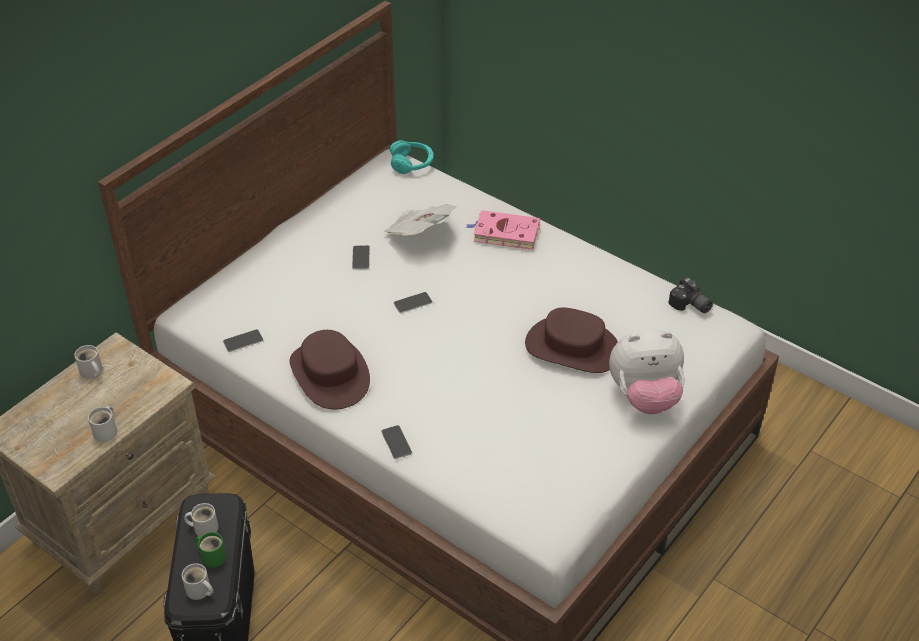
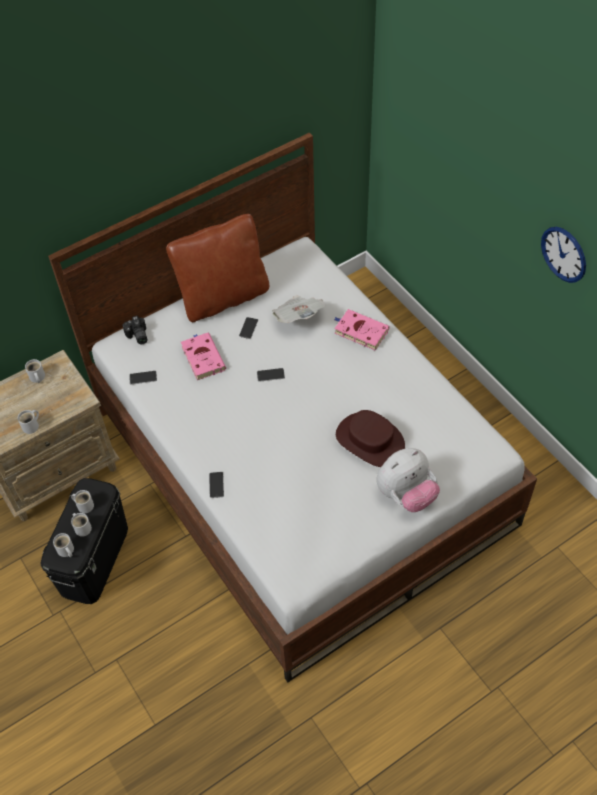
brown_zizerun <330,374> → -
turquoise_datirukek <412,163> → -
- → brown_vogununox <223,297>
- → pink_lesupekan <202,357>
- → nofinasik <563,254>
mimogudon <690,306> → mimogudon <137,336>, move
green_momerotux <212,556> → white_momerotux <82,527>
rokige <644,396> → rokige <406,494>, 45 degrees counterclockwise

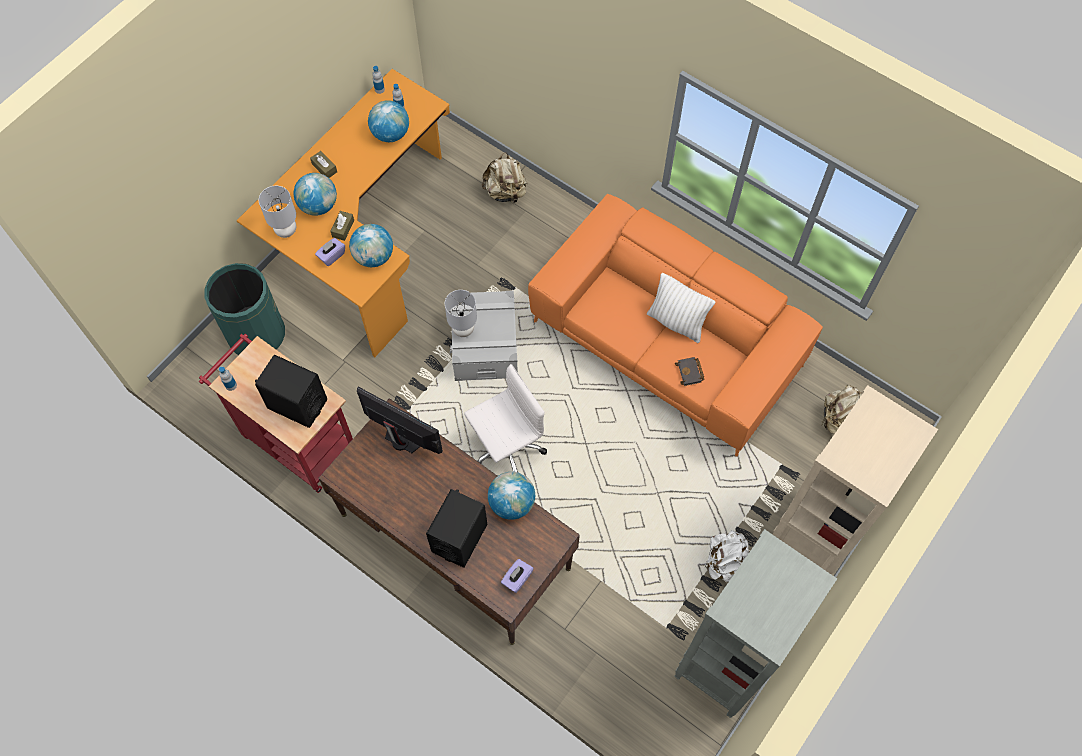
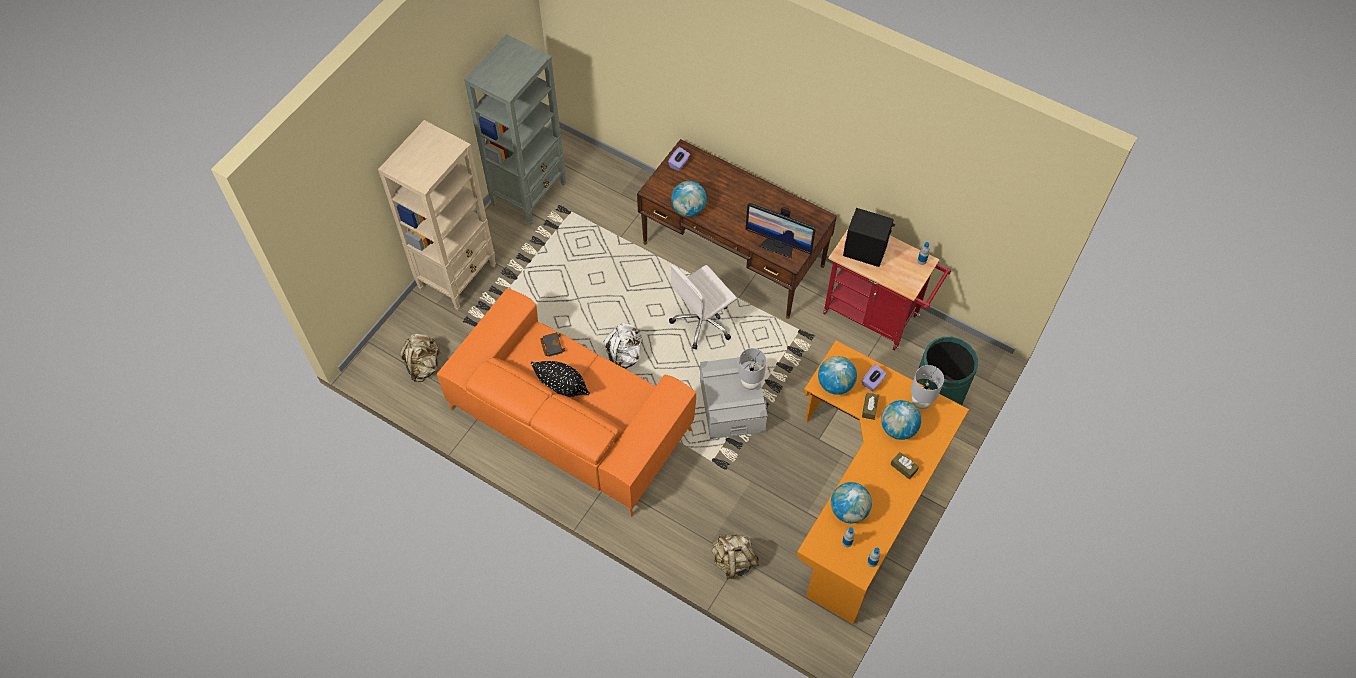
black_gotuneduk <459,538> → -
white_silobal <726,562> → white_silobal <625,355>, move
white_vogununox <676,322> → black_vogununox <562,389>

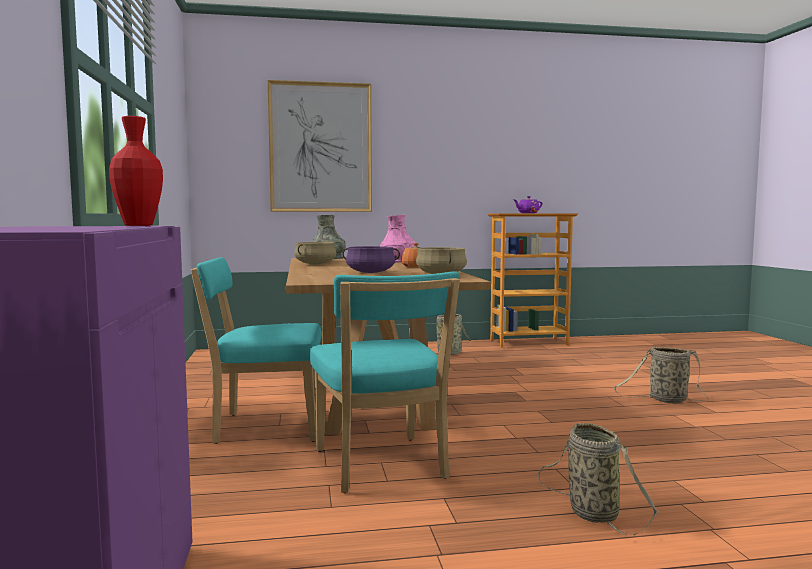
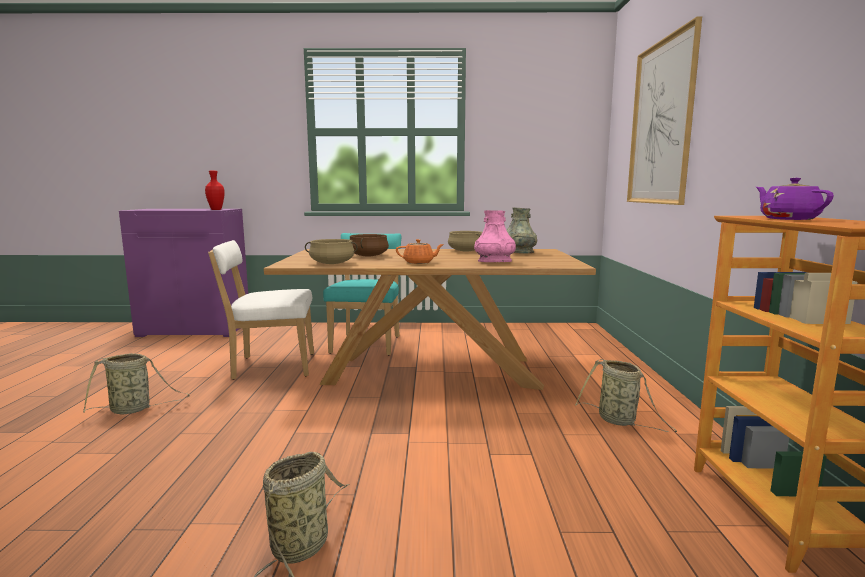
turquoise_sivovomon <381,467> → white_sivovomon <270,366>
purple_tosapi <370,272> → brown_tosapi <369,256>

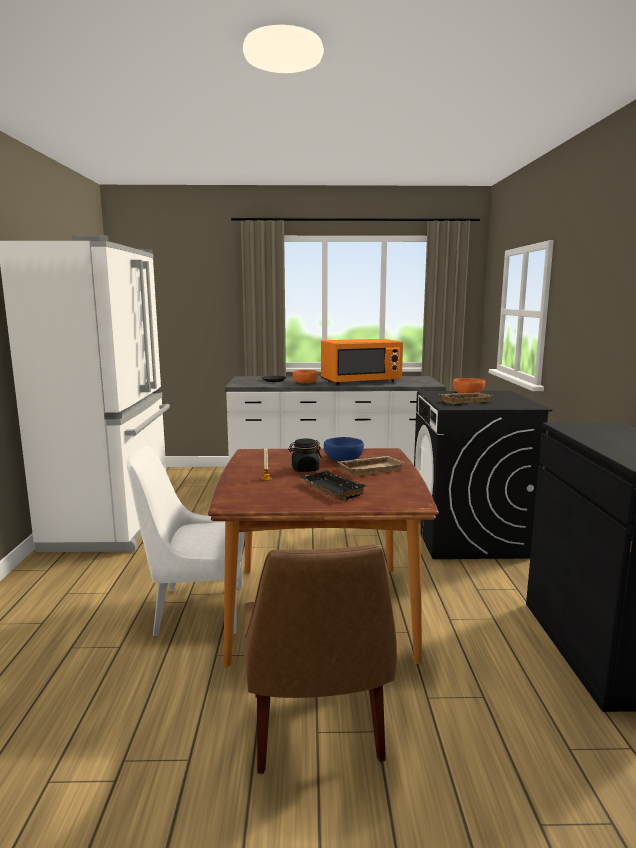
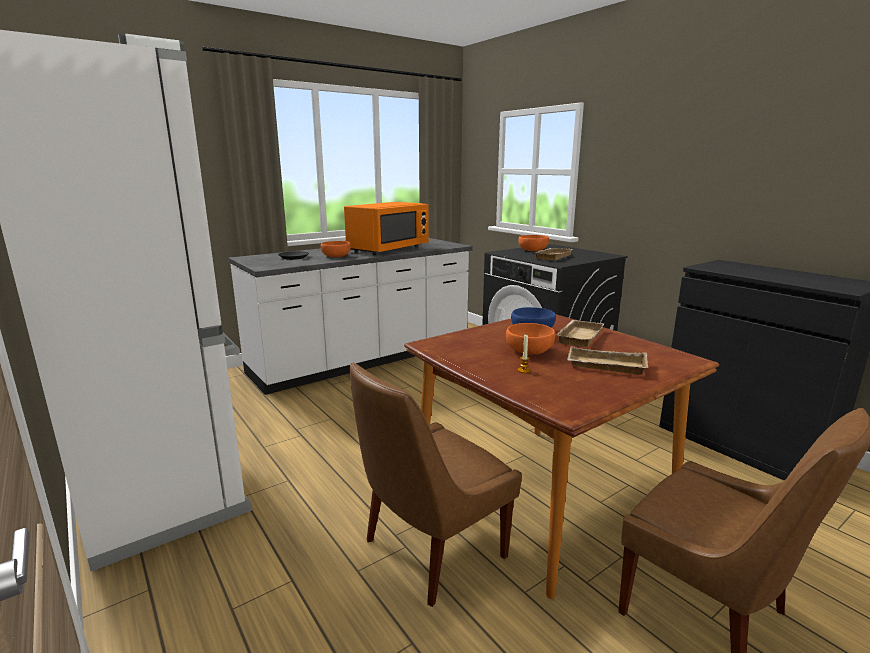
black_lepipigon <305,469> → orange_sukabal <529,350>
white_sivovomon <196,610> → brown_sivovomon <430,551>
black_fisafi <330,490> → beige_fisafi <604,366>

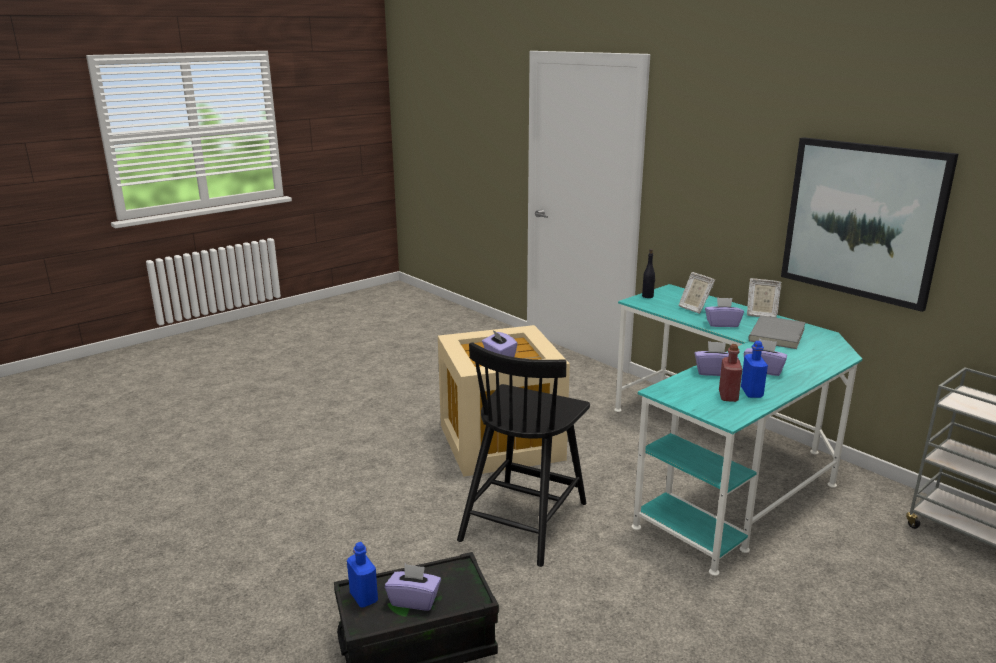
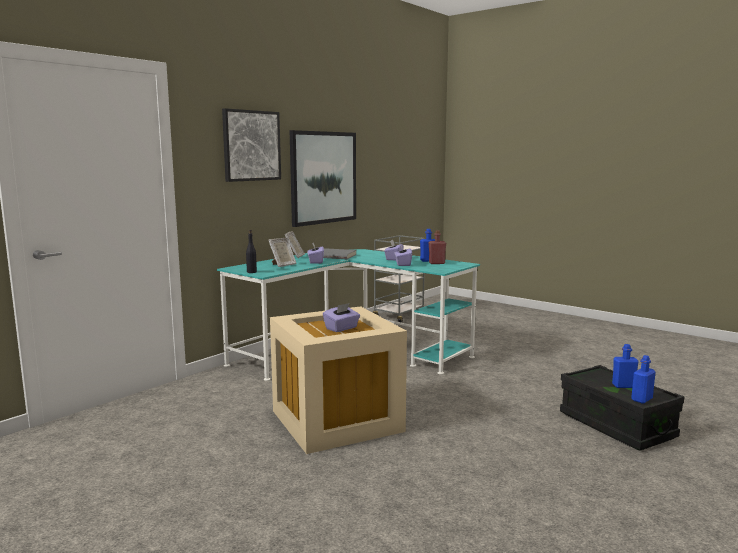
black_sivovomon <524,519> → -
- → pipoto <251,145>
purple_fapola <414,600> → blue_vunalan <623,386>

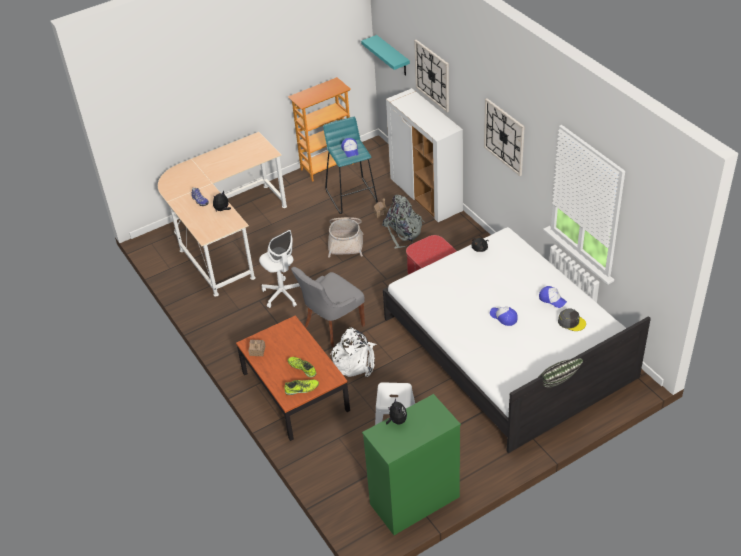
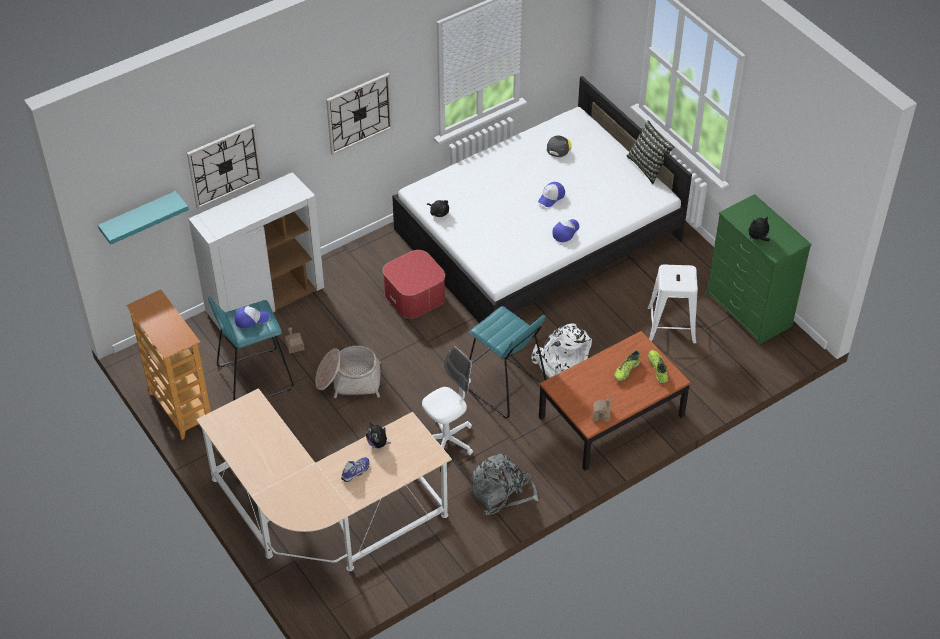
grey_silobal <403,232> → grey_silobal <502,492>, move
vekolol <552,299> → vekolol <565,231>, move
grey_sivovomon <332,326> → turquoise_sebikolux <505,387>

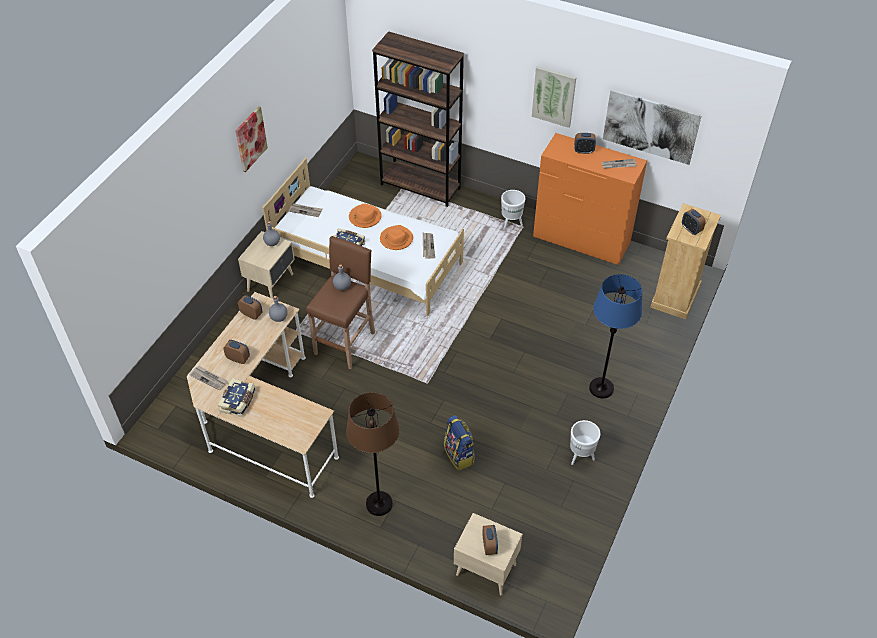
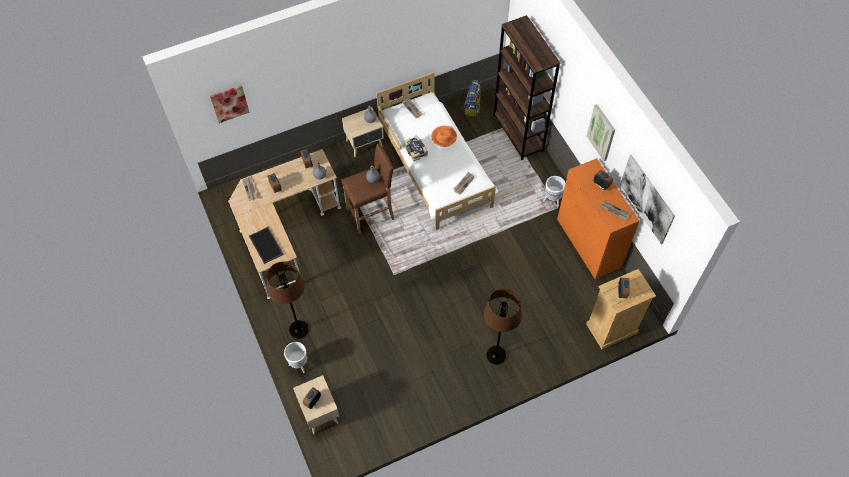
lesupekan <239,401> → -
orange_zizerun <396,239> → -
- → fisafi <267,245>
pipoto <250,139> → pipoto <229,103>, move
silobal <459,455> → silobal <472,108>, move
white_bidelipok <581,457> → white_bidelipok <299,365>, move
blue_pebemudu <601,388> → brown_pebemudu <496,355>

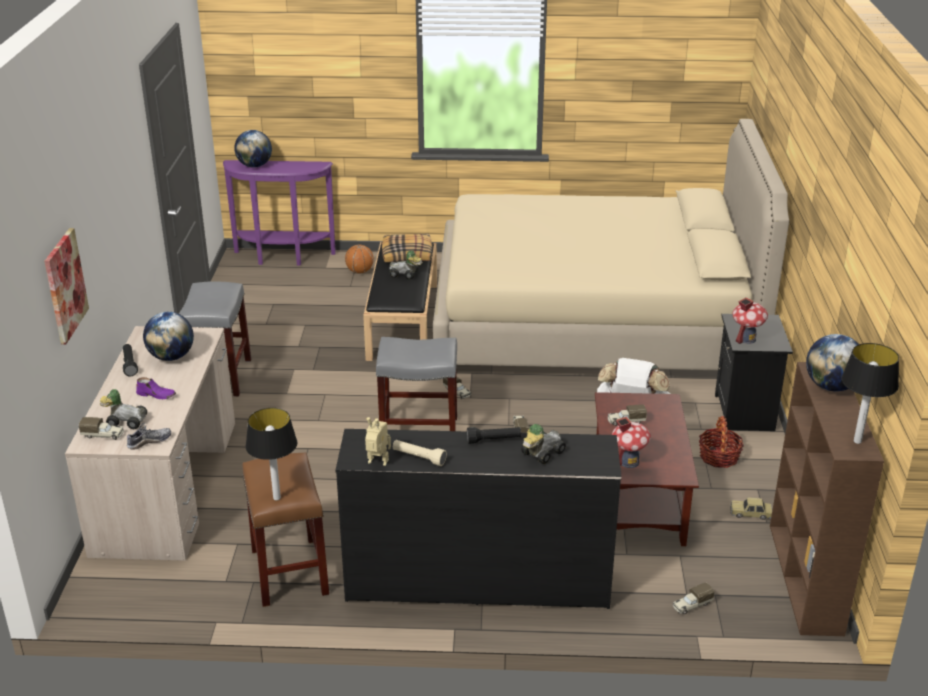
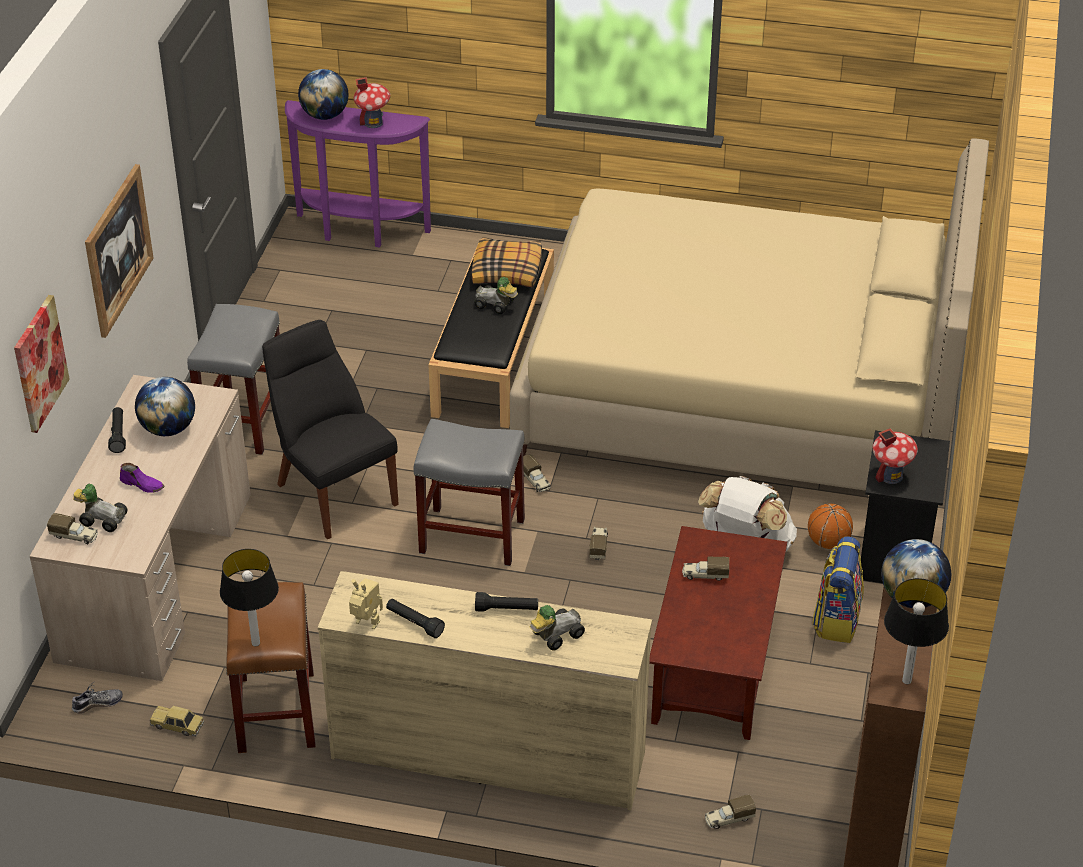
- → pipoto <118,250>
- → black_sivovomon <333,491>
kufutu <149,441> → kufutu <97,704>, move
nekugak <360,272> → nekugak <828,542>, move
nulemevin <628,461> → nulemevin <373,122>, move
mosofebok <751,514> → mosofebok <177,725>, move
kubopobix <718,457> → silobal <836,619>
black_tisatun <477,582> → beige_tisatun <487,754>
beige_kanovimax <419,458> → black_kanovimax <414,623>

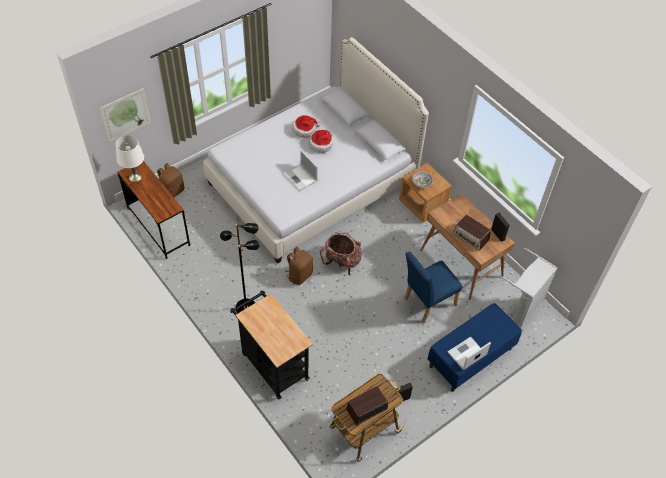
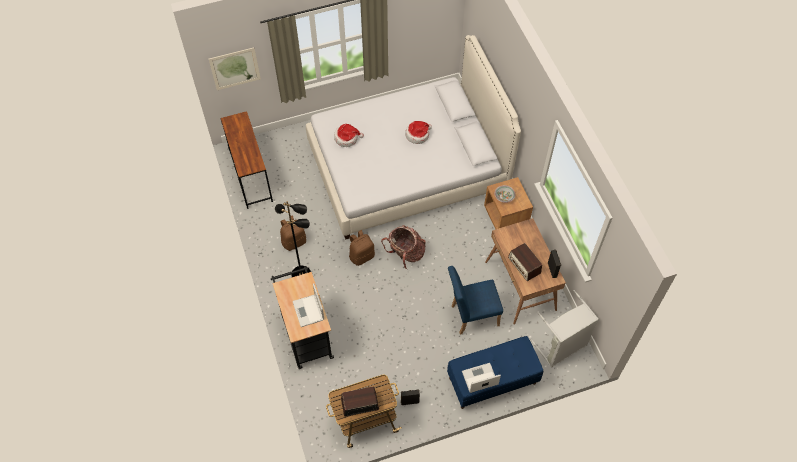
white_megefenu <135,177> → -
brown_silobal <172,191> → brown_silobal <294,241>, move
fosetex <301,178> → fosetex <308,311>, move
zizerun <305,130> → zizerun <347,138>, move

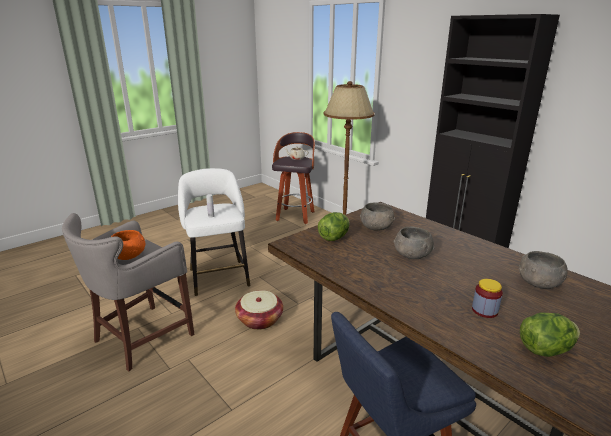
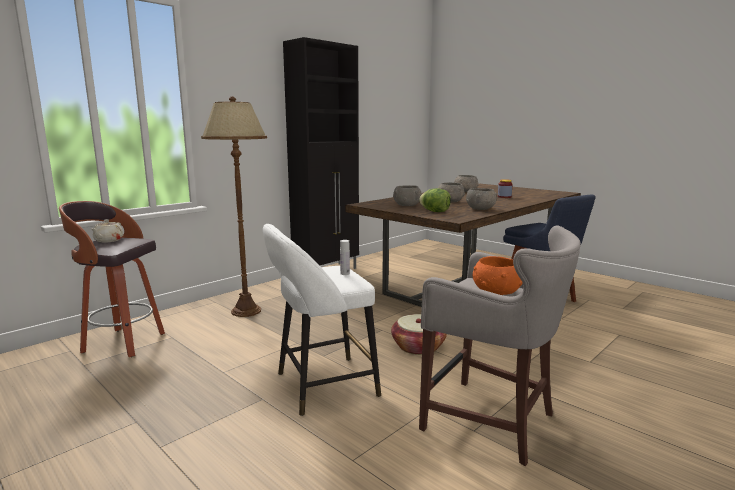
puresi <545,349> → -
- → grey_sukabal <481,209>

